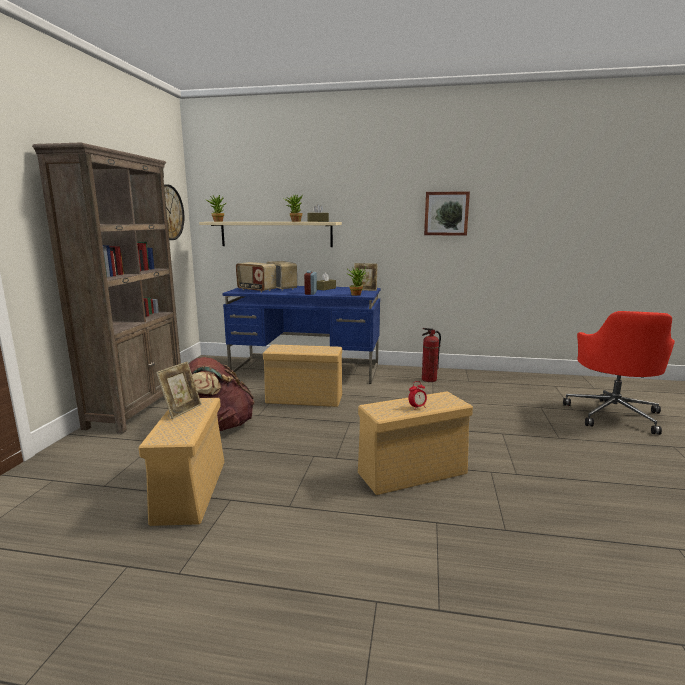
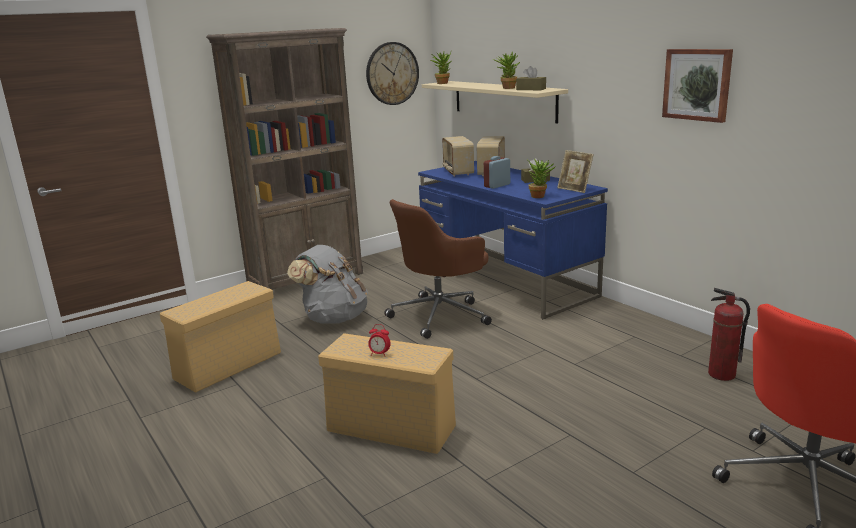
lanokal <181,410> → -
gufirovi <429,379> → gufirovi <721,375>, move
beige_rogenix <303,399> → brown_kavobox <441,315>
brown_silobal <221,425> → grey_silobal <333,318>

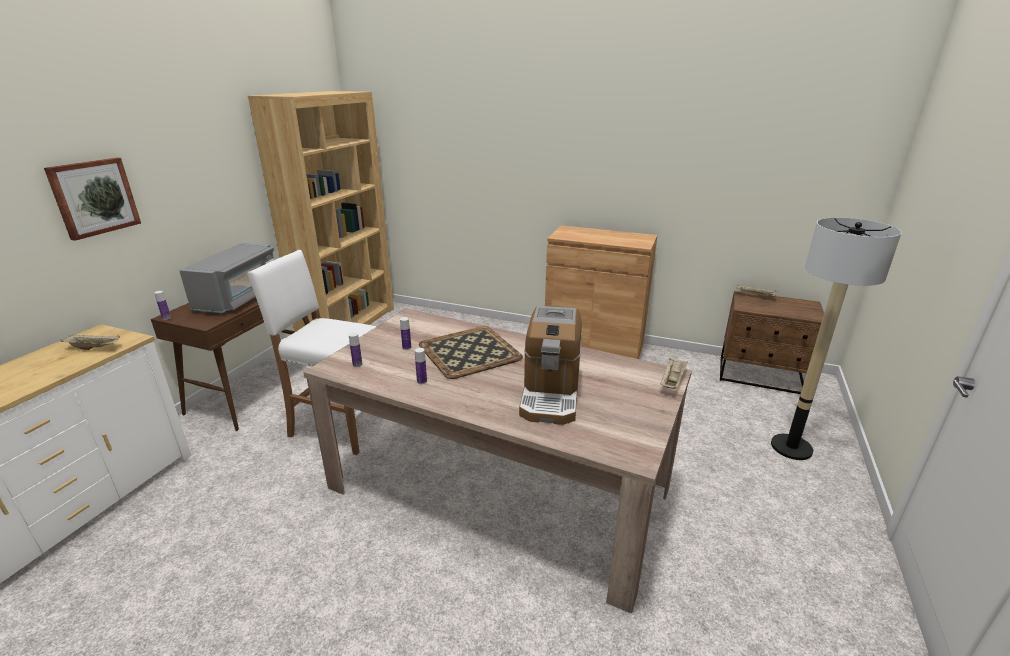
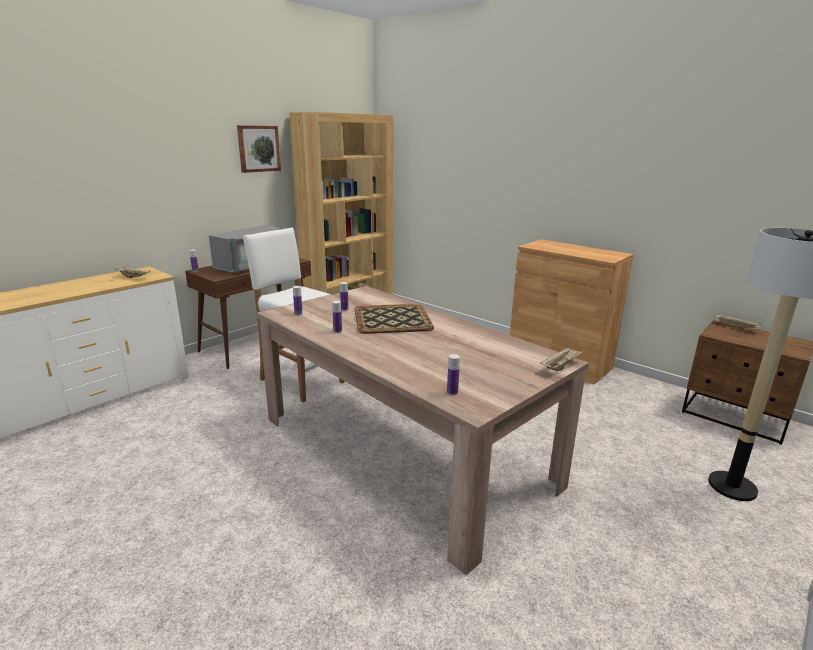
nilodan <550,394> → -
- → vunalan <452,392>
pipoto <94,197> → pipoto <258,148>, move

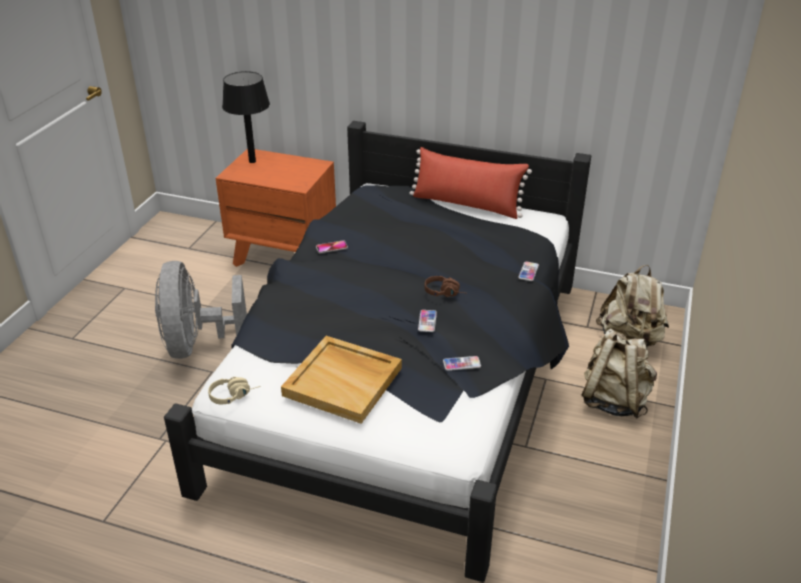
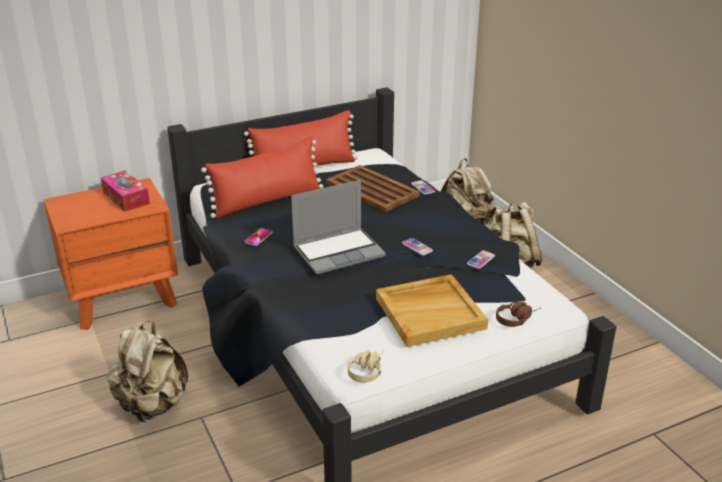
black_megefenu <252,161> → -
- → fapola <126,198>
- → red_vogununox <267,201>
- → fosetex <339,252>
- → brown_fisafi <371,189>
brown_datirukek <446,293> → brown_datirukek <517,319>, move
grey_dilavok <197,344> → beige_silobal <152,406>

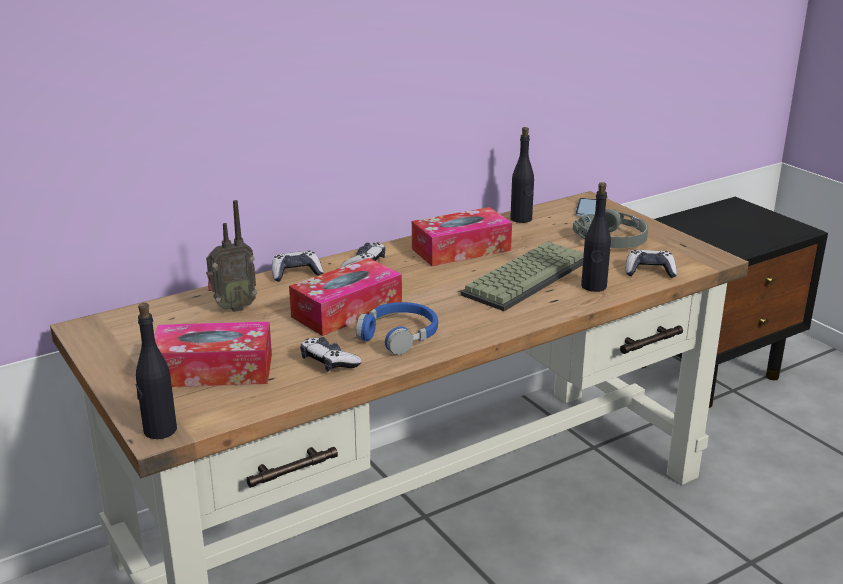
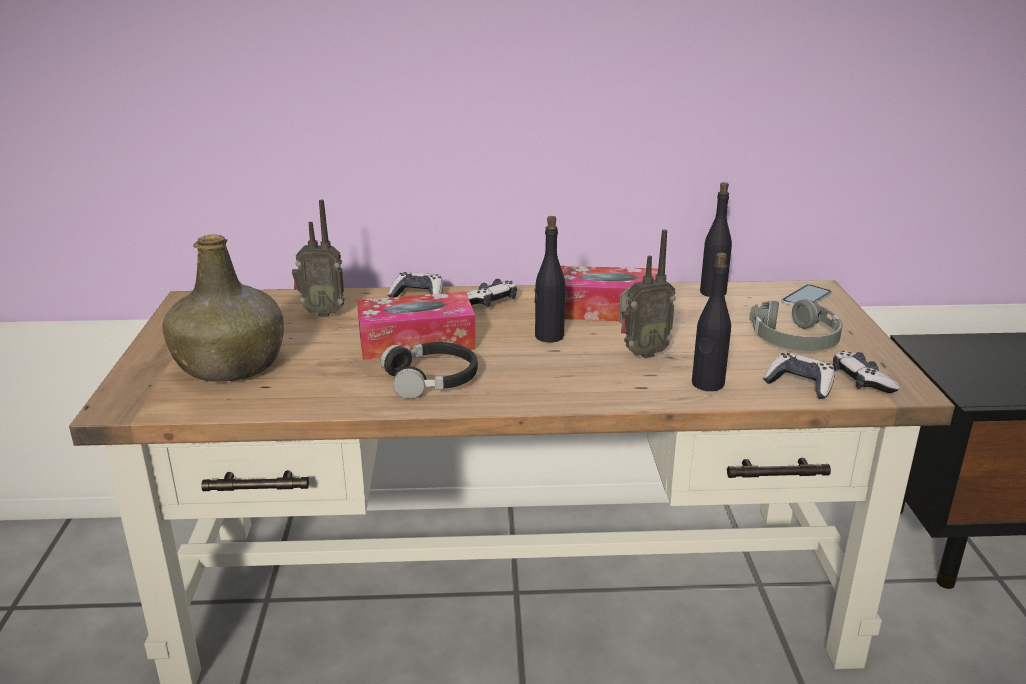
black_vunalan <159,430> → black_vunalan <548,336>, move
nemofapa <329,362> → nemofapa <861,381>, move
fapola <213,370> → green_vunalan <231,364>
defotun <525,276> → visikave <641,353>
blue_datirukek <399,335> → black_datirukek <432,379>

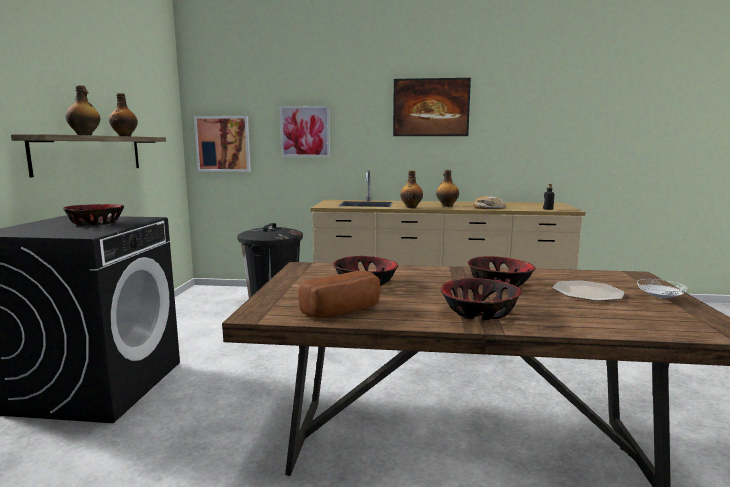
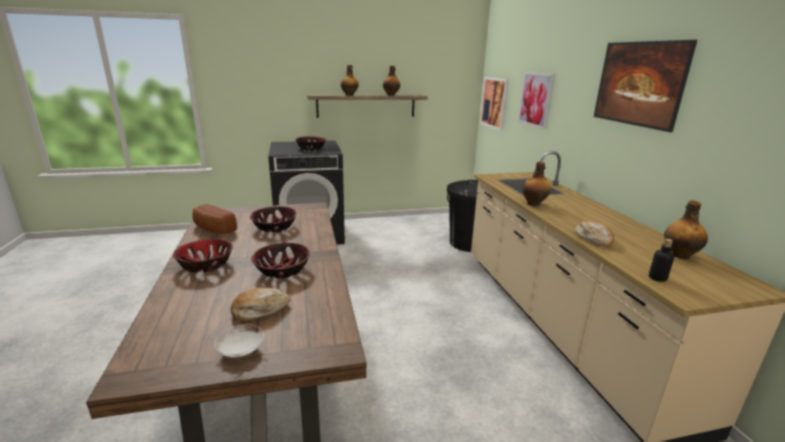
vunalan <447,206> → vunalan <679,255>, move
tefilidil <586,292> → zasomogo <260,310>

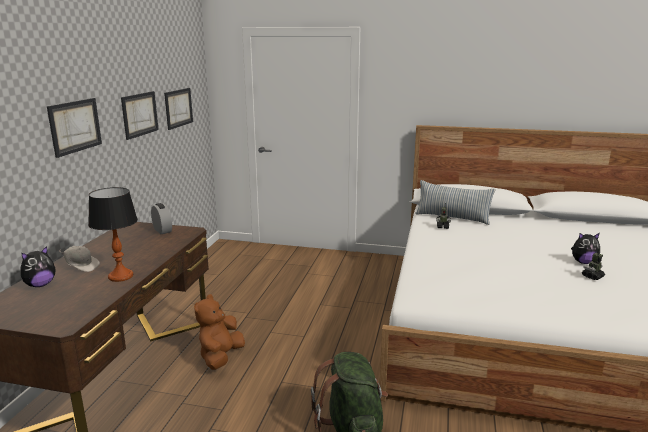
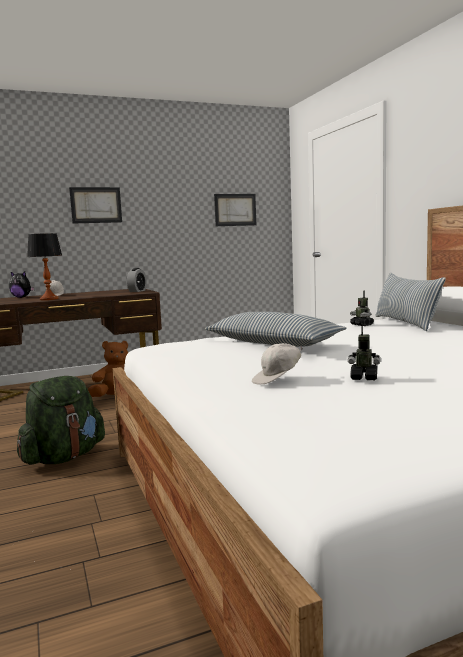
pipoto <139,114> → -
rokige <583,262> → -
- → vogununox <273,343>
- → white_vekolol <278,380>

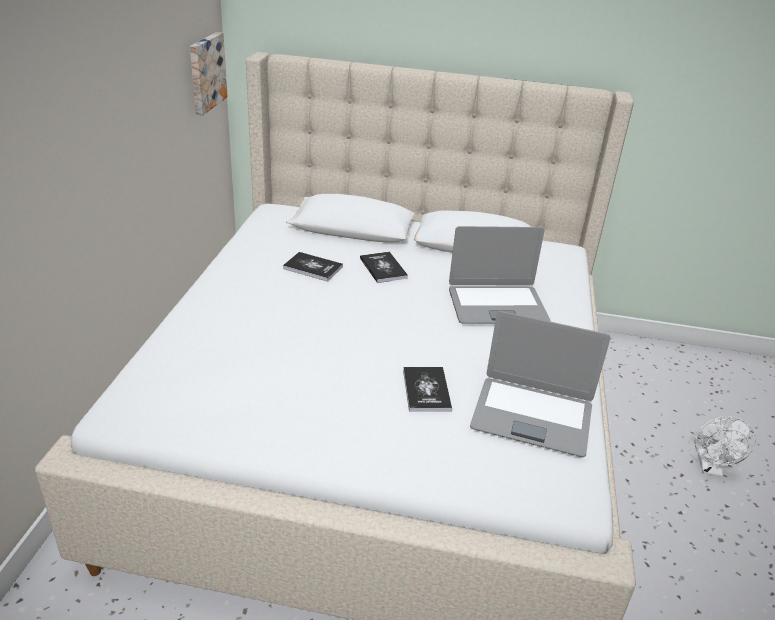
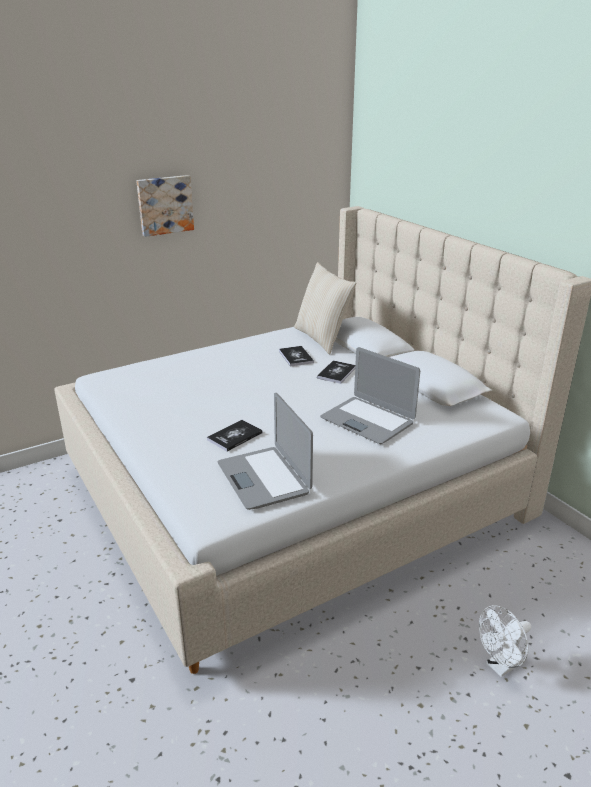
- → beige_vogununox <322,338>
pipoto <205,72> → pipoto <165,205>, move

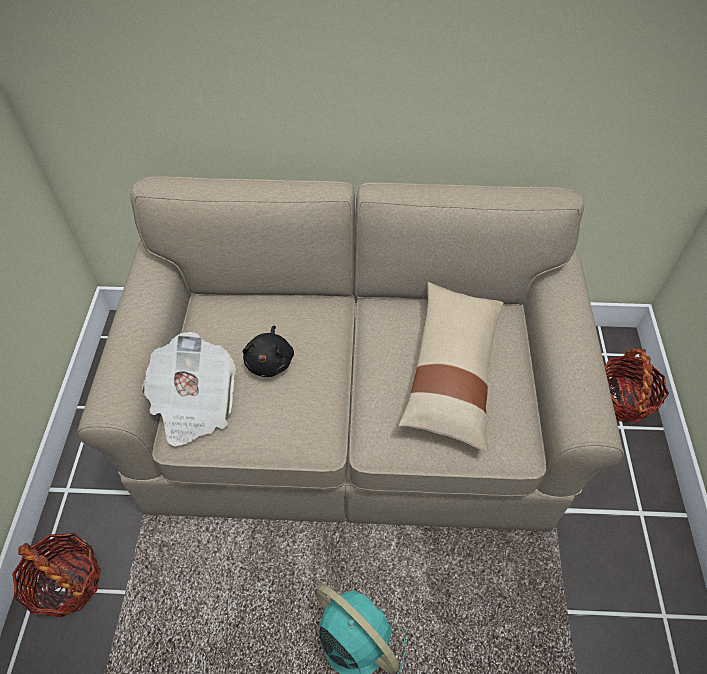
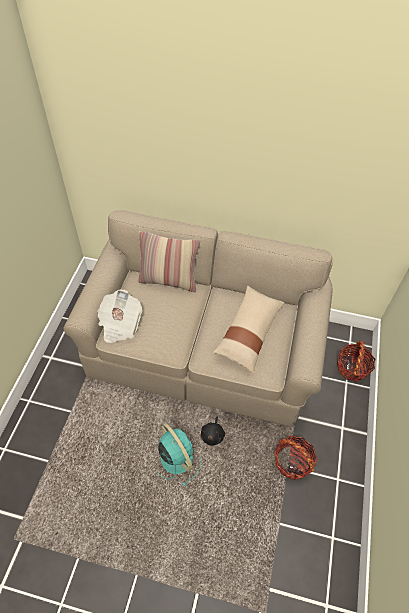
- → vogununox <168,280>
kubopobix <66,582> → kubopobix <292,462>, move
black_rokige <270,361> → black_rokige <212,435>, move

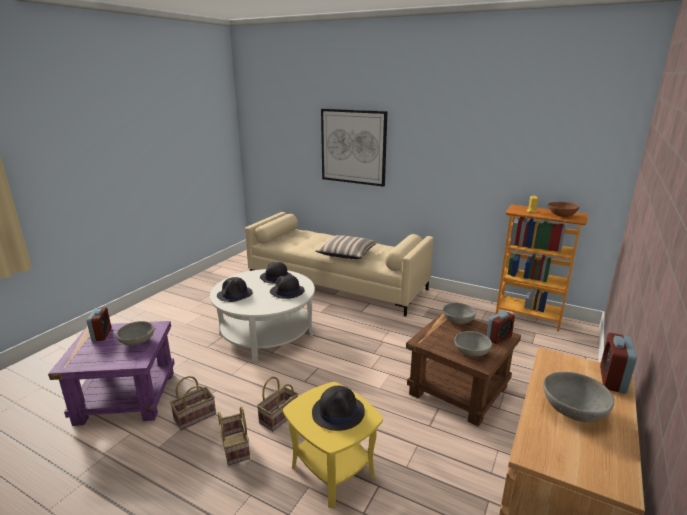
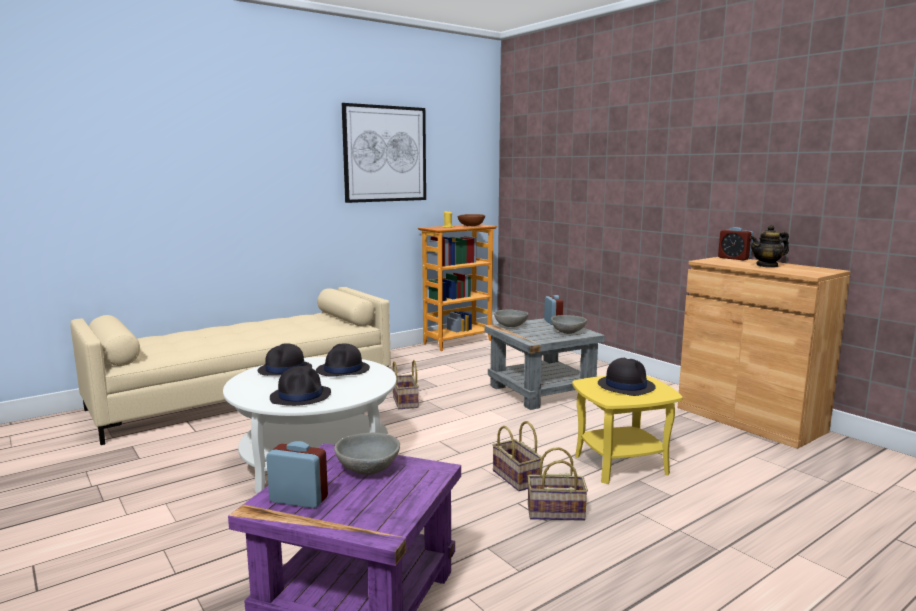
vogununox <347,253> → -
kubopobix <195,416> → kubopobix <404,401>, move
pipoto <353,147> → pipoto <385,154>, move
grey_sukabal <573,411> → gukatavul <767,266>
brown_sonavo <458,389> → grey_sonavo <540,391>

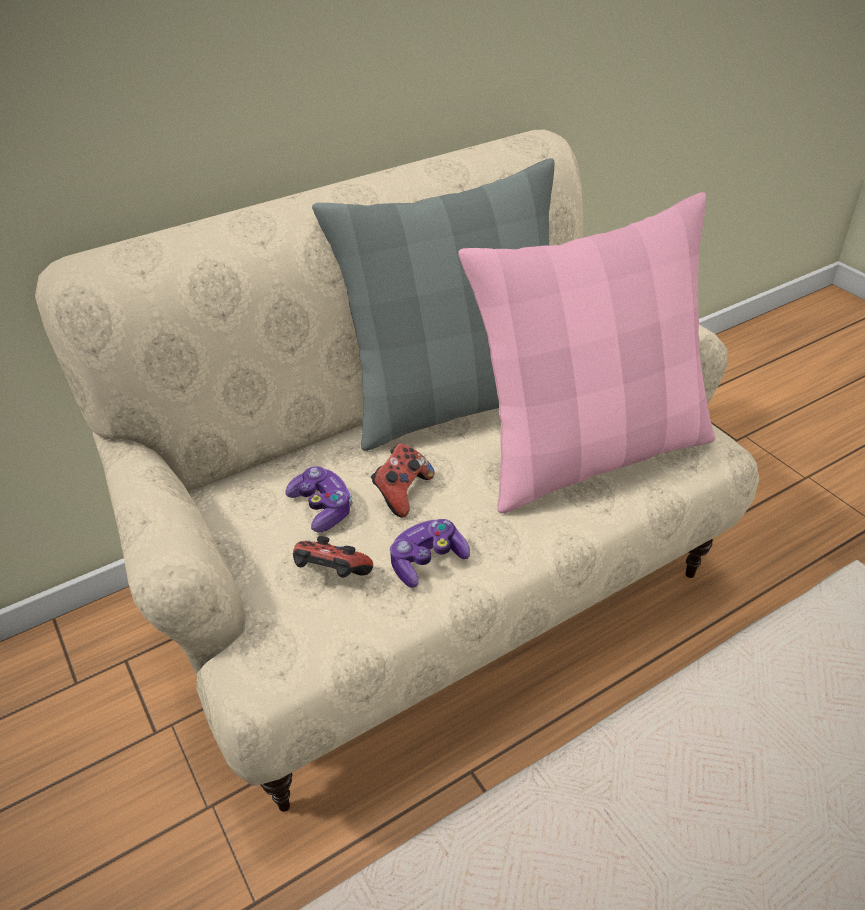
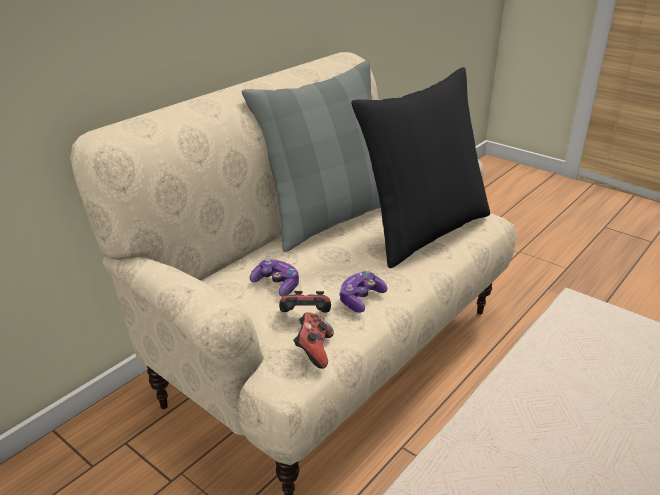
nemofapa <402,493> → nemofapa <314,351>, move
pink_vogununox <590,453> → black_vogununox <424,231>

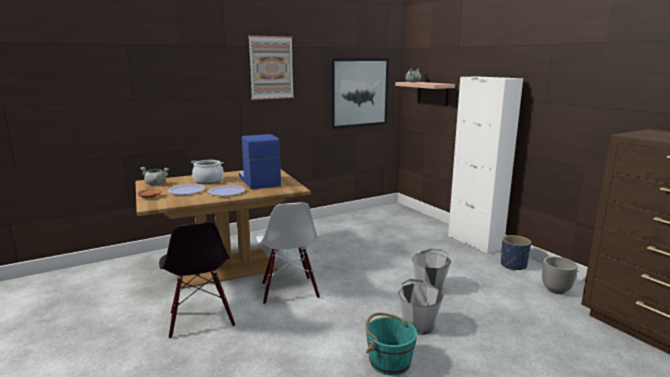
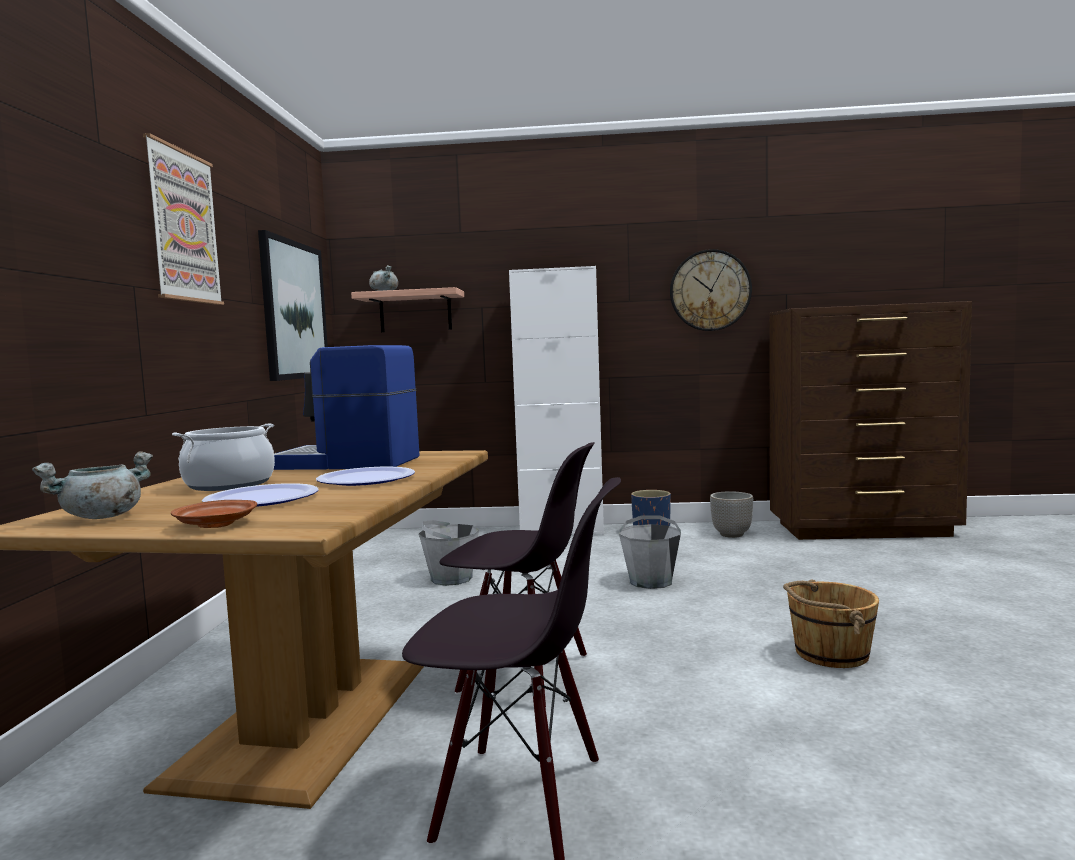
- → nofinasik <710,290>
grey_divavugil <418,325> → grey_divavugil <451,578>, move
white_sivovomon <289,291> → black_sivovomon <523,675>
turquoise_divavugil <389,361> → brown_divavugil <829,653>

